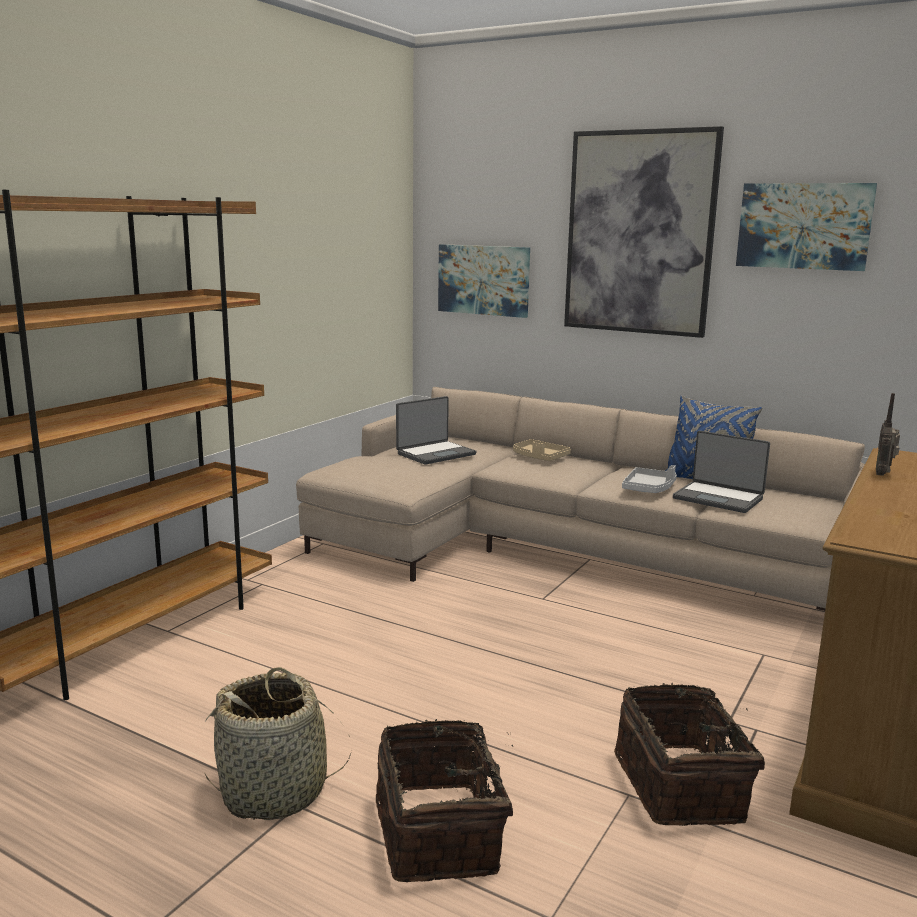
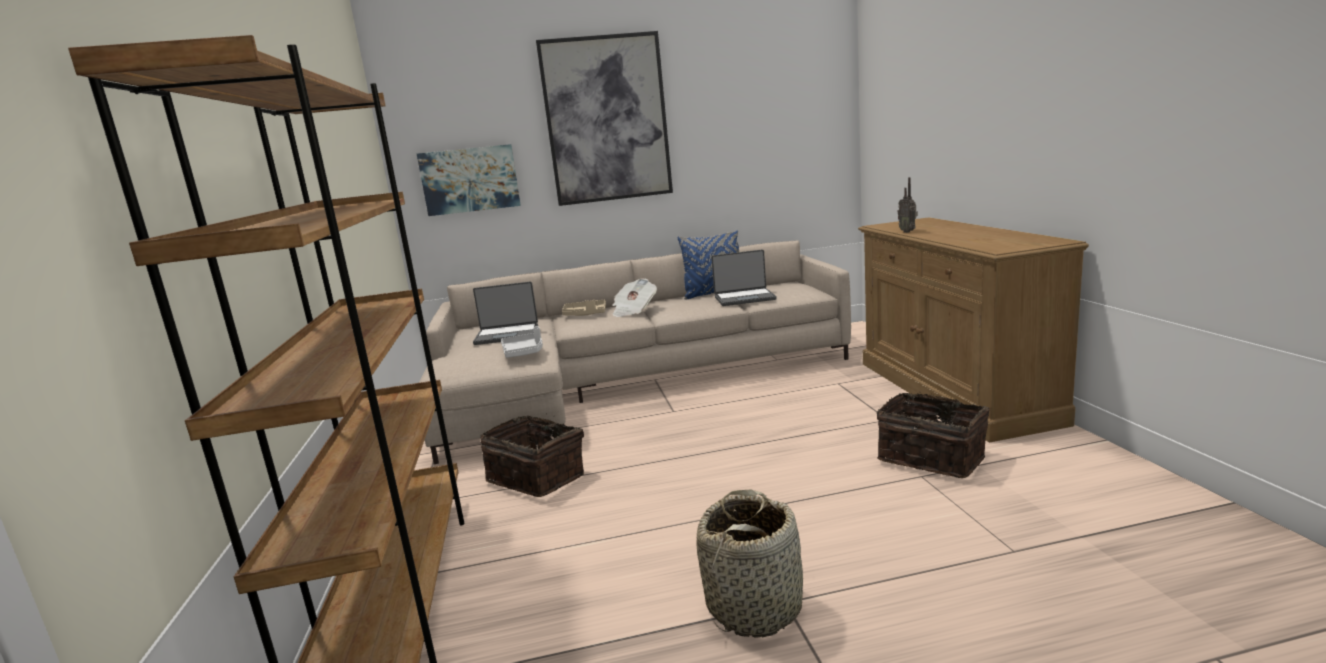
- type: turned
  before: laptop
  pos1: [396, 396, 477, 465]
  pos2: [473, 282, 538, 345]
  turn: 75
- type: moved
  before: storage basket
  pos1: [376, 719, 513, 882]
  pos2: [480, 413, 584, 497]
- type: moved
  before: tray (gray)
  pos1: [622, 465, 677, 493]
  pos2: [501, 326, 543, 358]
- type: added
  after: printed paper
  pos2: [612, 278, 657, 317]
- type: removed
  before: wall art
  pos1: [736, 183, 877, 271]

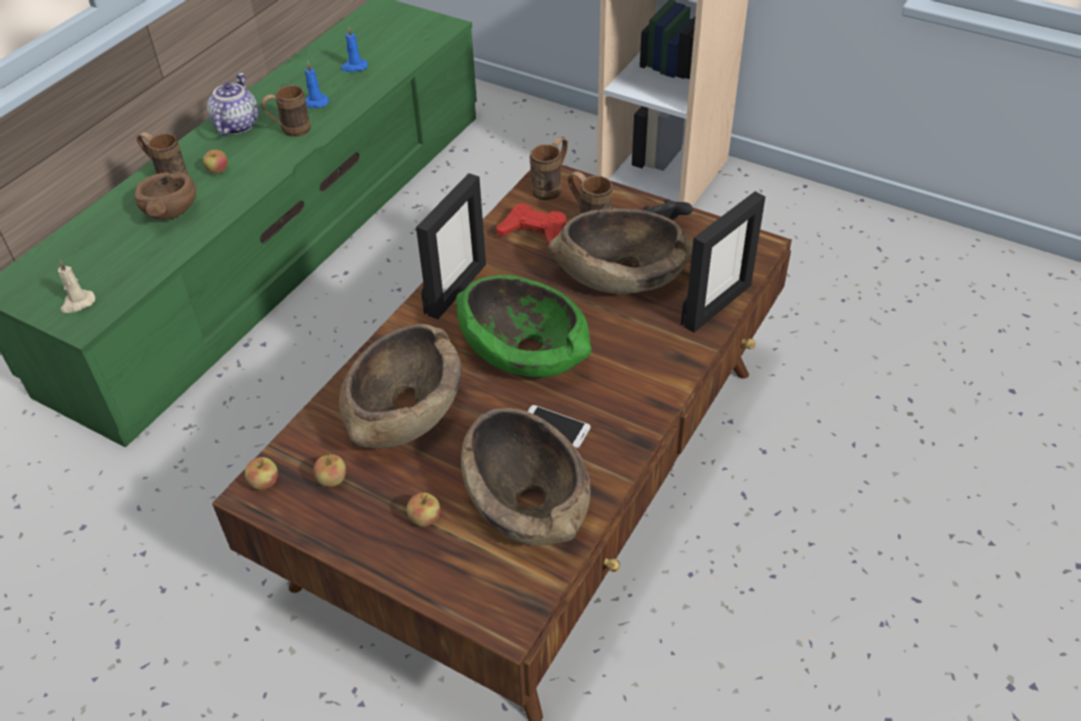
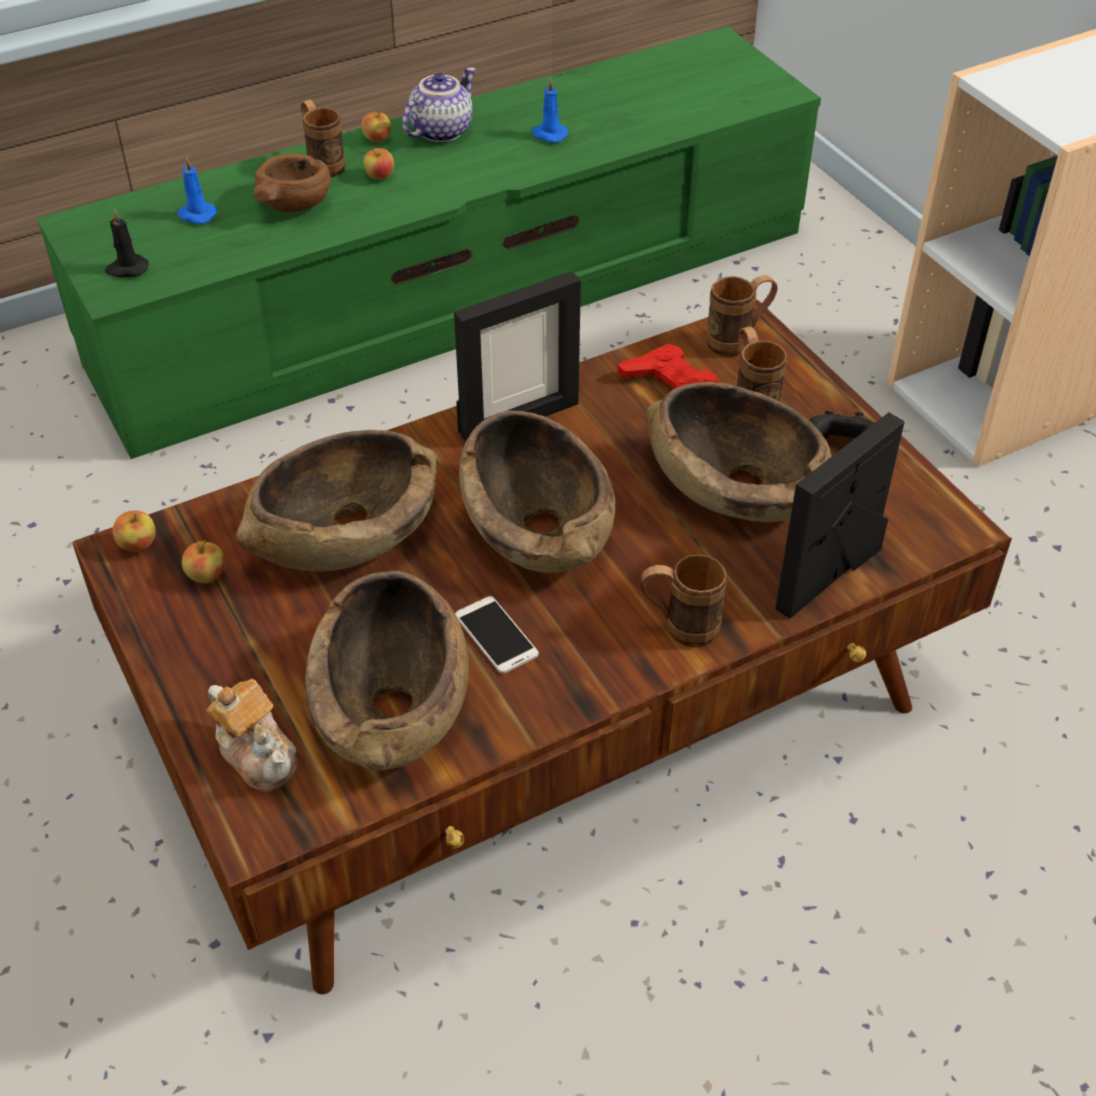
- type: recoloured
  before: candle (beige-coloured)
  after: candle (blackish)
  pos1: [58, 260, 95, 313]
  pos2: [105, 209, 148, 278]
- type: moved
  before: candle (blue)
  pos1: [340, 27, 368, 72]
  pos2: [178, 156, 217, 224]
- type: added
  after: tea pot
  pos2: [206, 679, 297, 792]
- type: moved
  before: apple
  pos1: [407, 492, 440, 527]
  pos2: [362, 109, 391, 142]
- type: recoloured
  before: deep dish (green-coloured)
  after: deep dish (brown)
  pos1: [456, 275, 592, 378]
  pos2: [459, 411, 615, 573]
- type: moved
  before: tea mug (brown)
  pos1: [261, 85, 311, 137]
  pos2: [641, 554, 727, 648]
- type: turned
  before: photo frame
  pos1: [681, 191, 765, 333]
  pos2: [775, 412, 905, 619]
  turn: 150

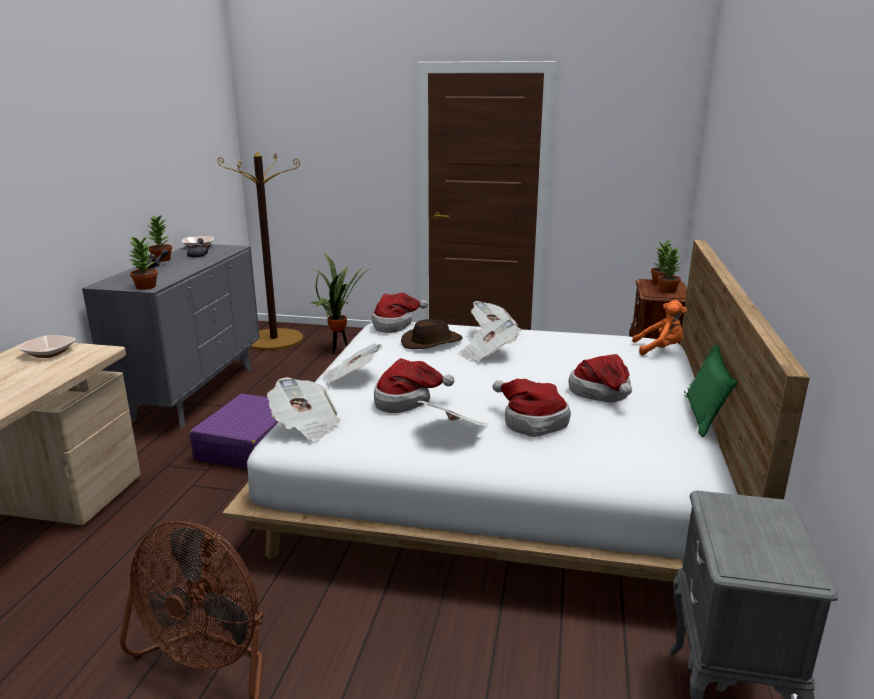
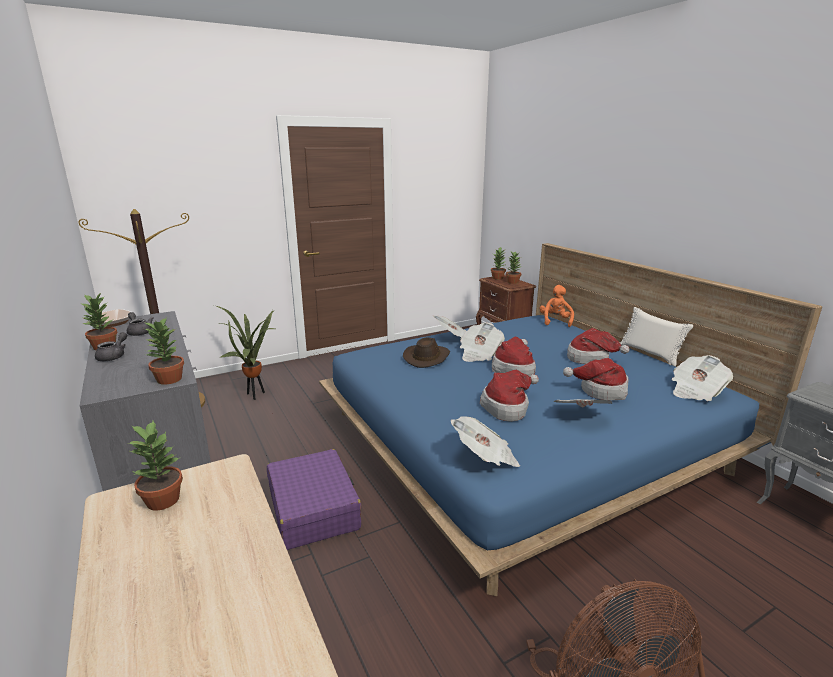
- type: replaced
  before: deep dish
  after: plant in a pot
  pos1: [17, 335, 76, 358]
  pos2: [129, 421, 183, 511]
- type: recoloured
  before: bed (white)
  after: bed (blue)
  pos1: [222, 240, 809, 582]
  pos2: [319, 243, 822, 596]
- type: moved
  before: wearable hat
  pos1: [371, 293, 428, 333]
  pos2: [492, 337, 536, 376]
- type: turned
  before: cuddly toy (orangey)
  pos1: [632, 300, 687, 355]
  pos2: [539, 285, 574, 327]
  turn: -45
- type: recoloured
  before: pillow (green-coloured)
  after: pillow (white)
  pos1: [684, 345, 738, 437]
  pos2: [620, 307, 693, 367]
- type: moved
  before: printed paper
  pos1: [323, 343, 382, 384]
  pos2: [672, 355, 733, 401]

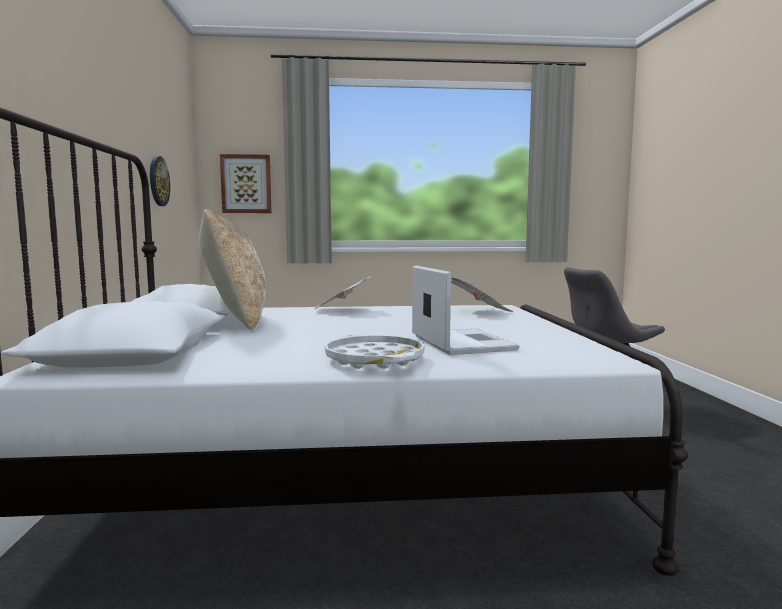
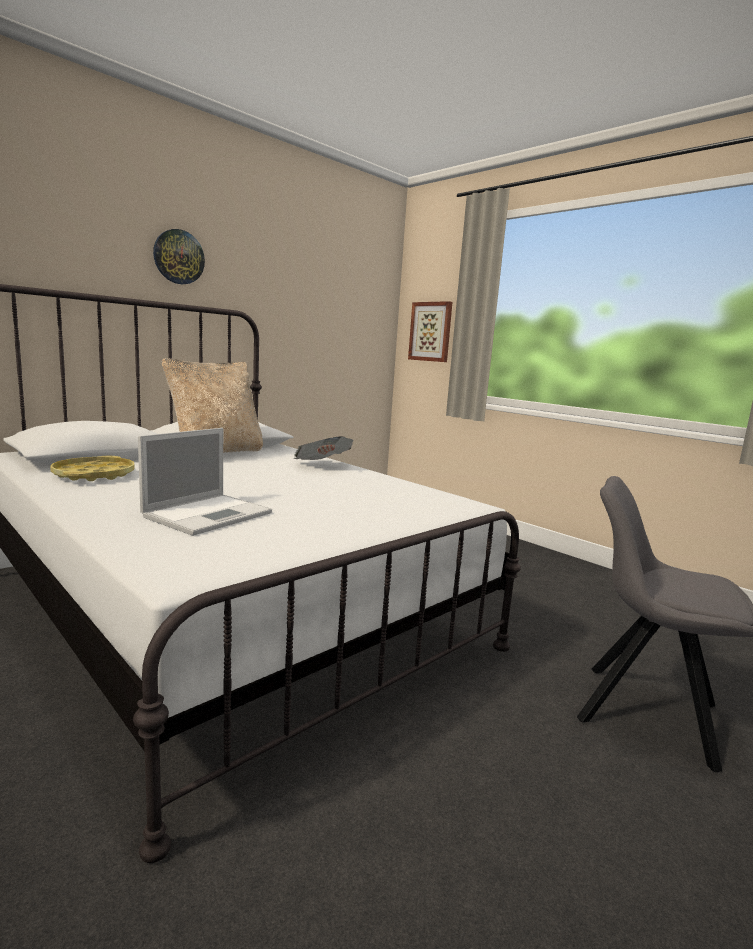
- type: added
  after: tray (yellow-coloured)
  pos2: [50, 456, 134, 481]
- type: moved
  before: clock on the wall
  pos1: [150, 156, 170, 206]
  pos2: [153, 229, 205, 284]
- type: removed
  before: tray (white)
  pos1: [325, 335, 424, 369]
- type: removed
  before: printed paper
  pos1: [451, 278, 513, 312]

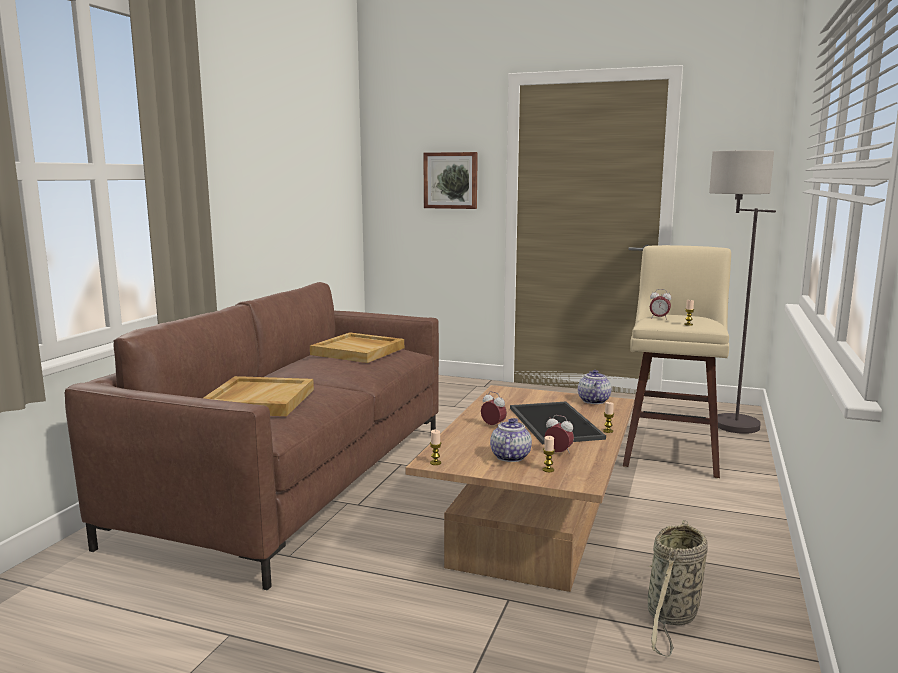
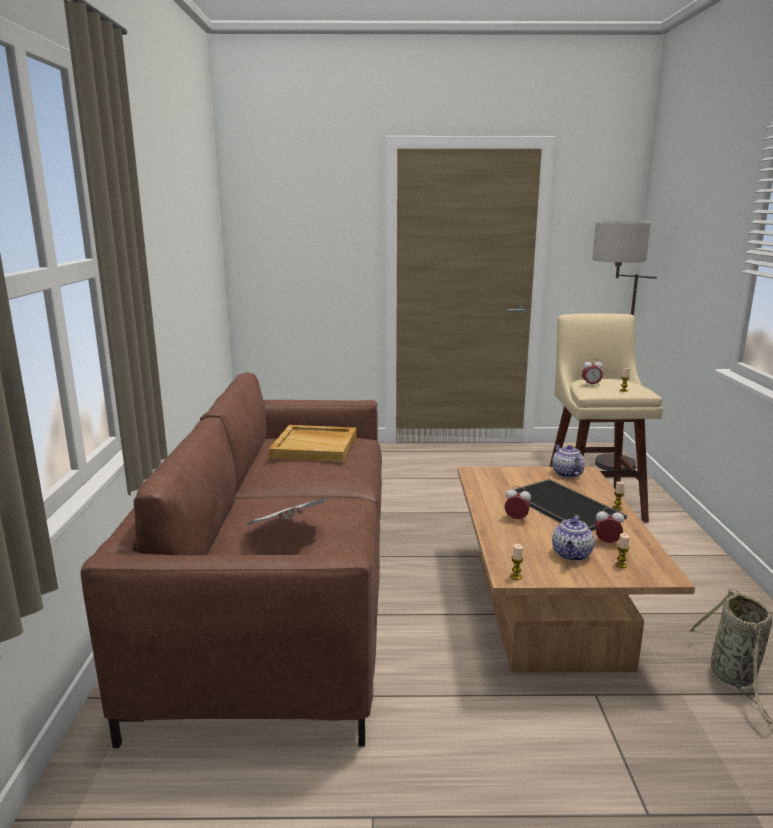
- type: replaced
  before: tray (beige-coloured)
  after: printed paper
  pos1: [203, 376, 314, 416]
  pos2: [246, 498, 328, 526]
- type: turned
  before: tea pot
  pos1: [490, 418, 532, 462]
  pos2: [552, 515, 594, 561]
  turn: -150
- type: removed
  before: wall art
  pos1: [423, 152, 478, 209]

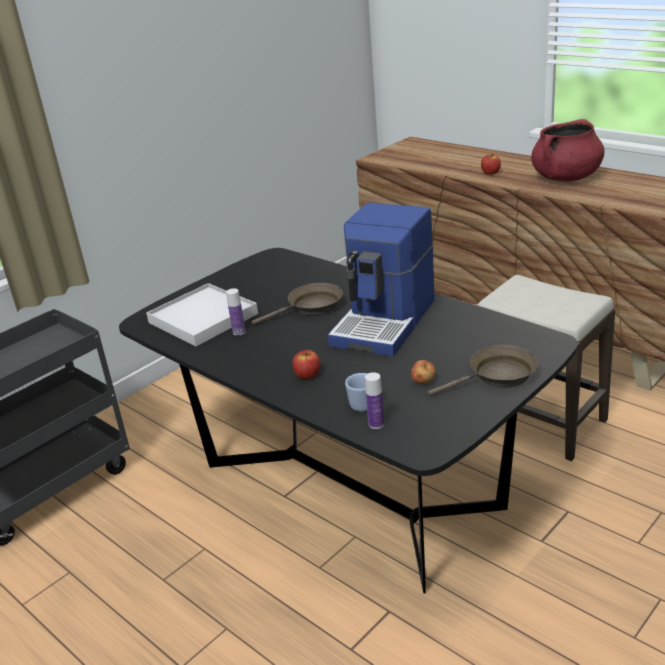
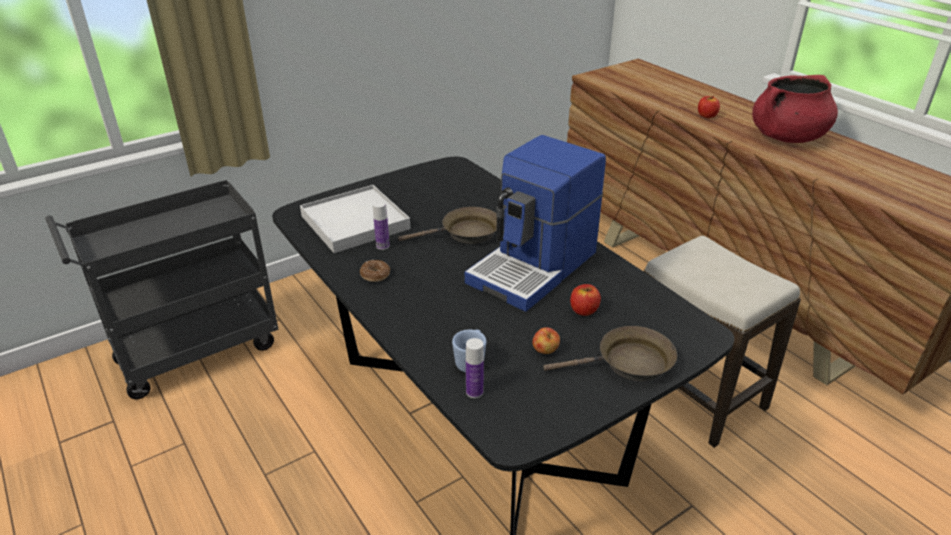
- type: added
  after: donut
  pos2: [360, 260, 390, 282]
- type: moved
  before: apple
  pos1: [293, 350, 320, 379]
  pos2: [570, 284, 601, 316]

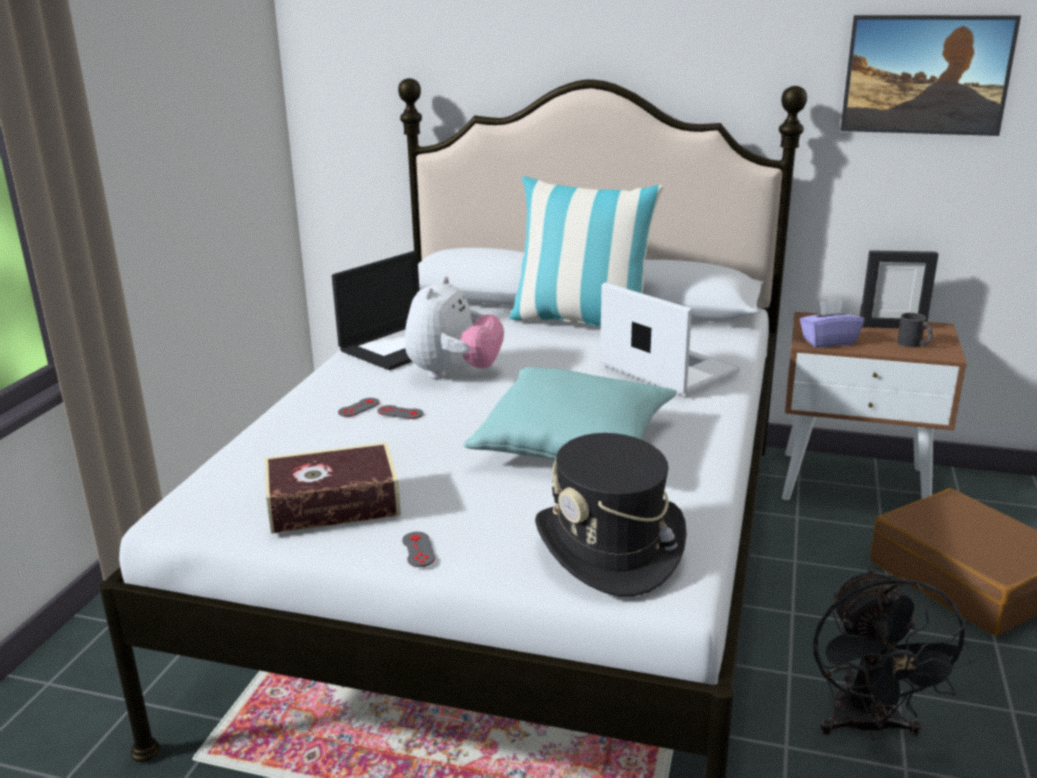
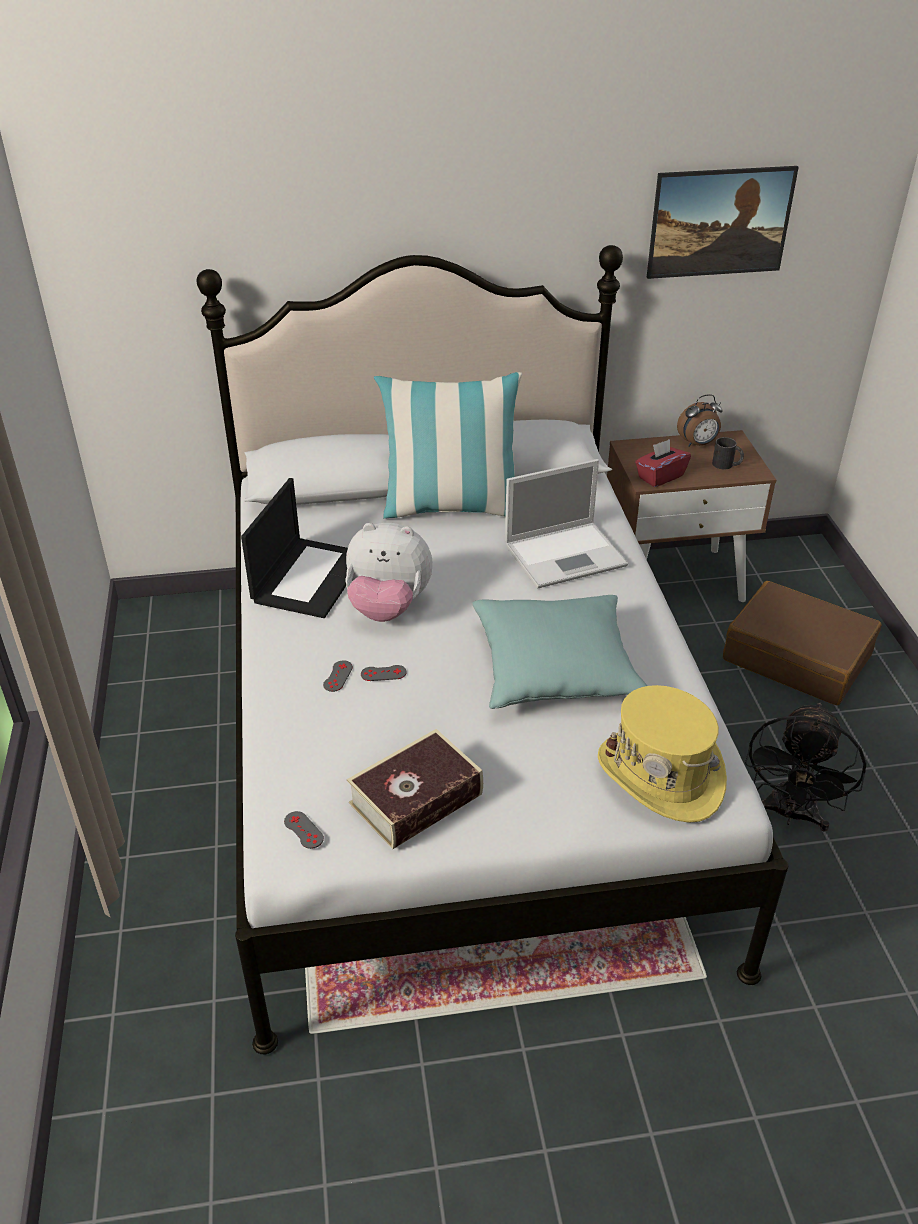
- type: moved
  before: gamepad (gray)
  pos1: [402, 532, 435, 567]
  pos2: [284, 811, 324, 849]
- type: turned
  before: cuddly toy
  pos1: [405, 276, 504, 379]
  pos2: [345, 523, 433, 622]
  turn: 105
- type: turned
  before: laptop
  pos1: [600, 282, 740, 396]
  pos2: [505, 459, 628, 589]
  turn: 135
- type: recoloured
  before: wearable hat (blackish)
  after: wearable hat (yellow-coloured)
  pos1: [535, 433, 687, 597]
  pos2: [598, 685, 727, 823]
- type: recoloured
  before: tissue holder (purple-coloured)
  after: tissue holder (red-coloured)
  pos1: [800, 300, 864, 347]
  pos2: [635, 439, 691, 487]
- type: replaced
  before: photo frame
  after: bedside clock
  pos1: [860, 250, 939, 329]
  pos2: [677, 394, 722, 447]
- type: turned
  before: electric fan (blackish)
  pos1: [813, 568, 976, 741]
  pos2: [745, 702, 866, 832]
  turn: 45

